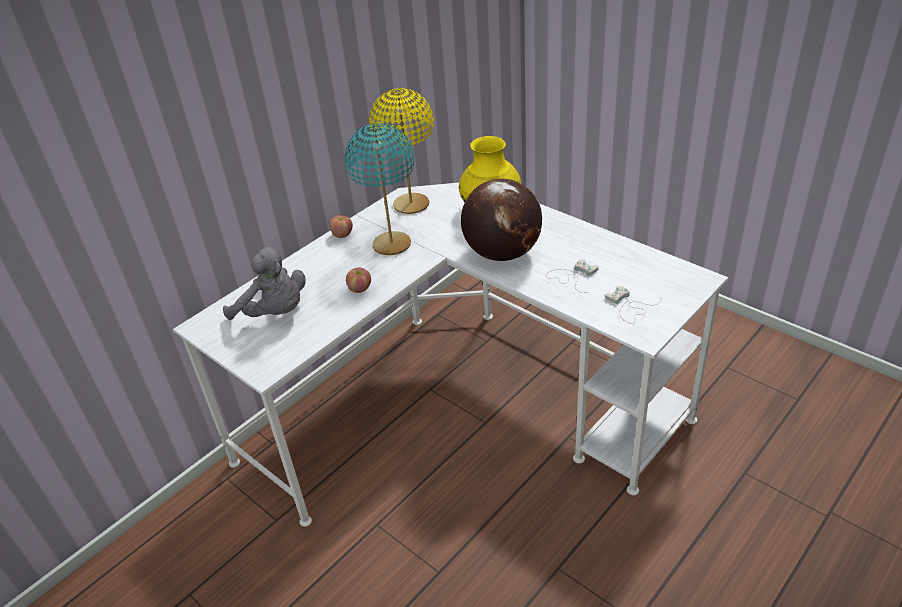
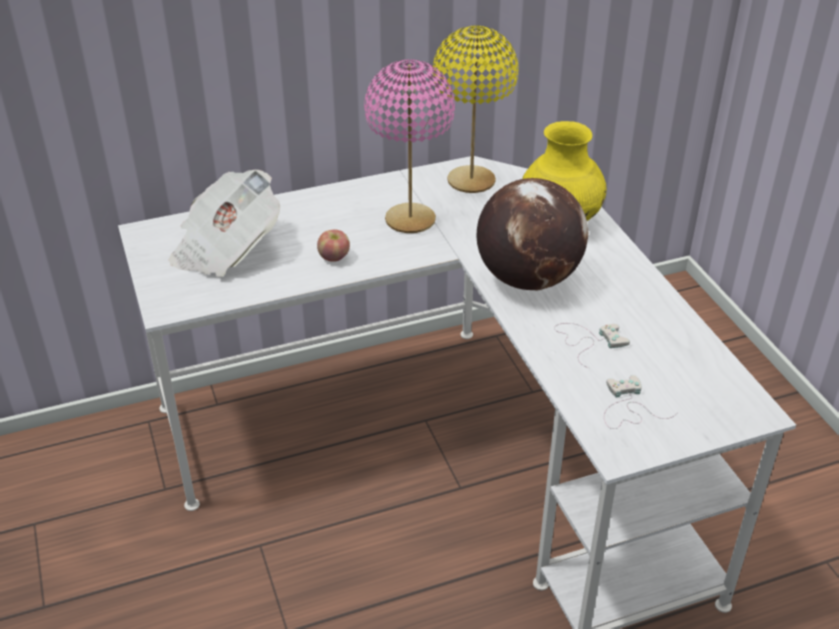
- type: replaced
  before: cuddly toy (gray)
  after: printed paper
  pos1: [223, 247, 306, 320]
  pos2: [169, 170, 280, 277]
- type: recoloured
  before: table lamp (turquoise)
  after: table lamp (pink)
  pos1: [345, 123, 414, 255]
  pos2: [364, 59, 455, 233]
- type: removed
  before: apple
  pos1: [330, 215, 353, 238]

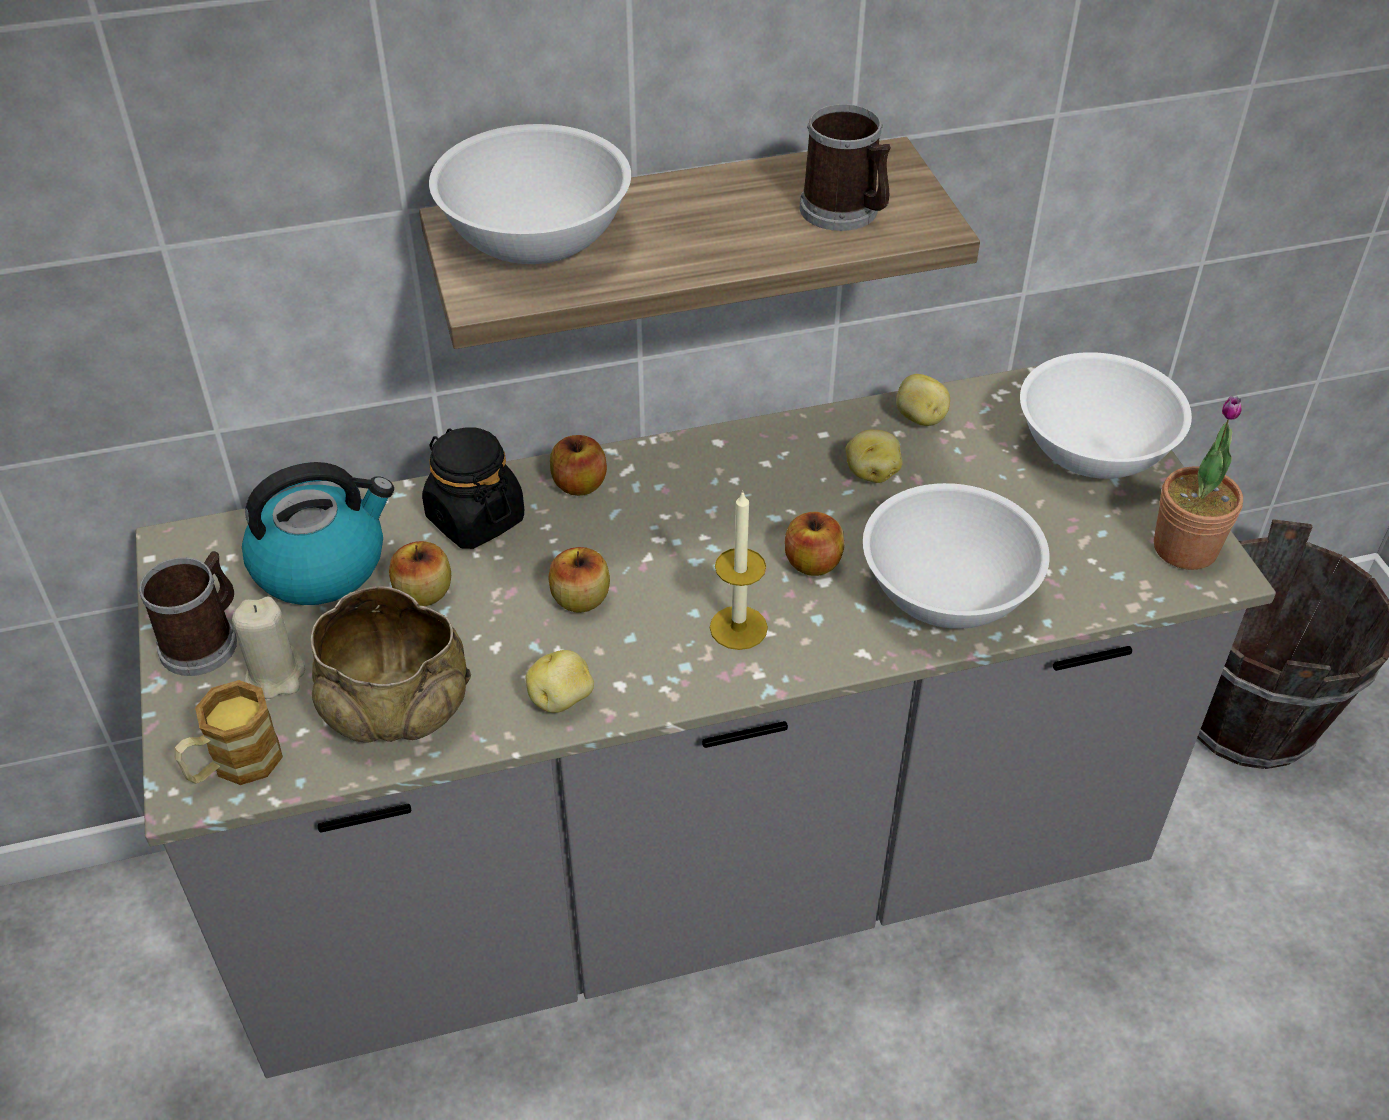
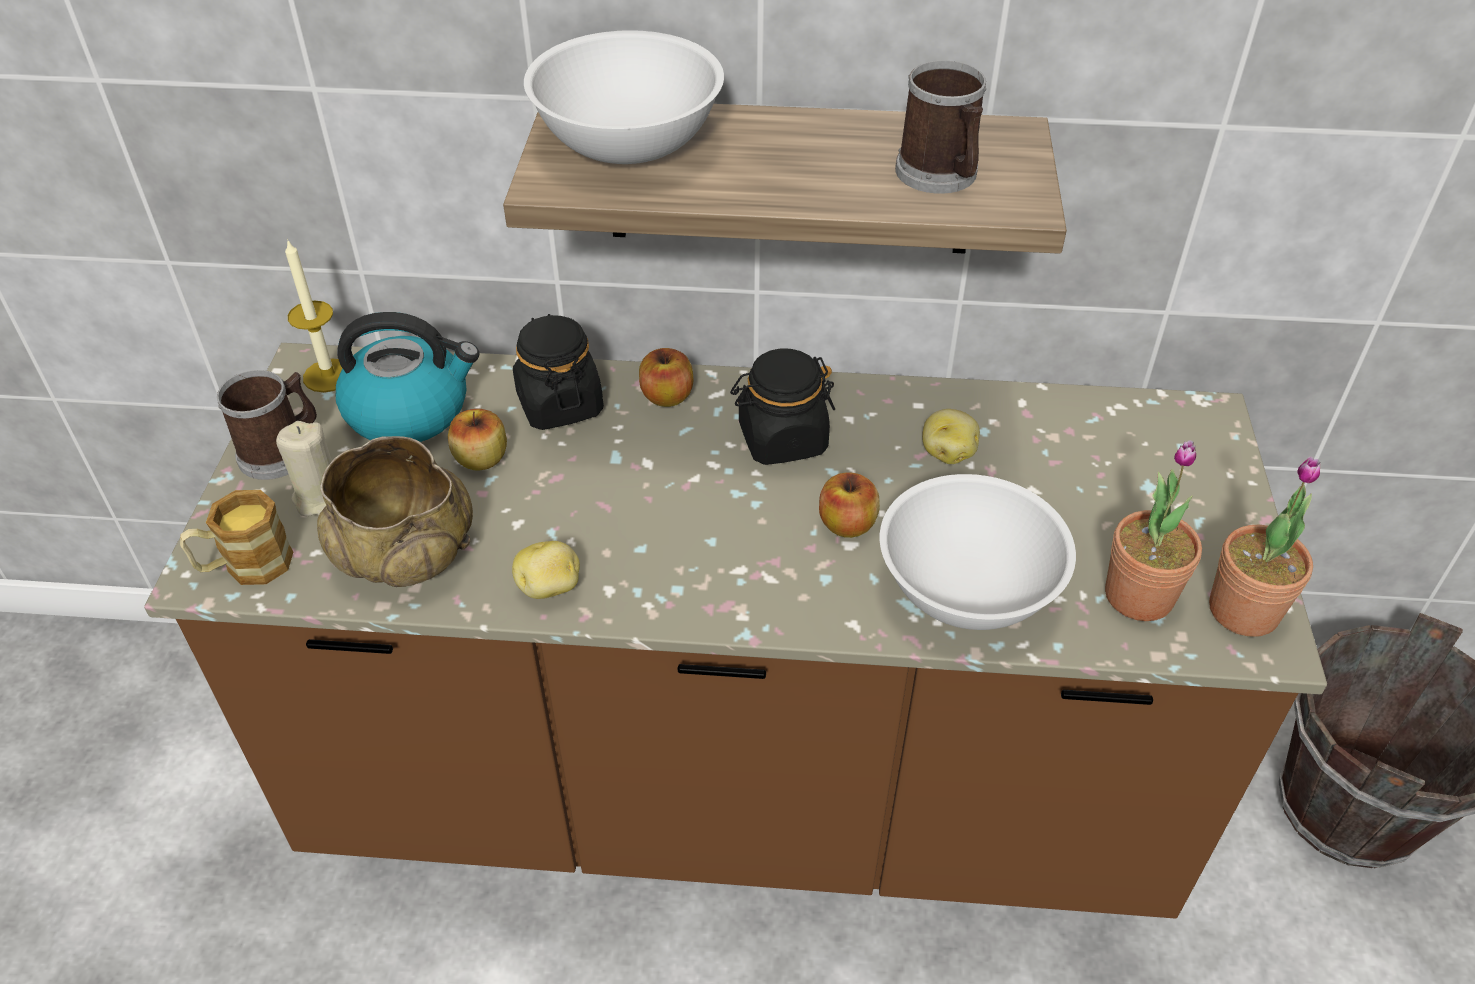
- type: recoloured
  before: kitchen counter (gray)
  after: kitchen counter (brown)
  pos1: [136, 366, 1276, 1078]
  pos2: [144, 343, 1327, 919]
- type: moved
  before: candle
  pos1: [710, 490, 768, 650]
  pos2: [285, 239, 343, 392]
- type: added
  after: preserve jar (blackish)
  pos2: [730, 348, 835, 465]
- type: added
  after: plant in a pot
  pos2: [1105, 440, 1202, 621]
- type: removed
  before: apple
  pos1: [549, 547, 610, 613]
- type: removed
  before: whole potato
  pos1: [896, 374, 950, 426]
- type: removed
  before: deep dish (white)
  pos1: [1020, 352, 1192, 479]

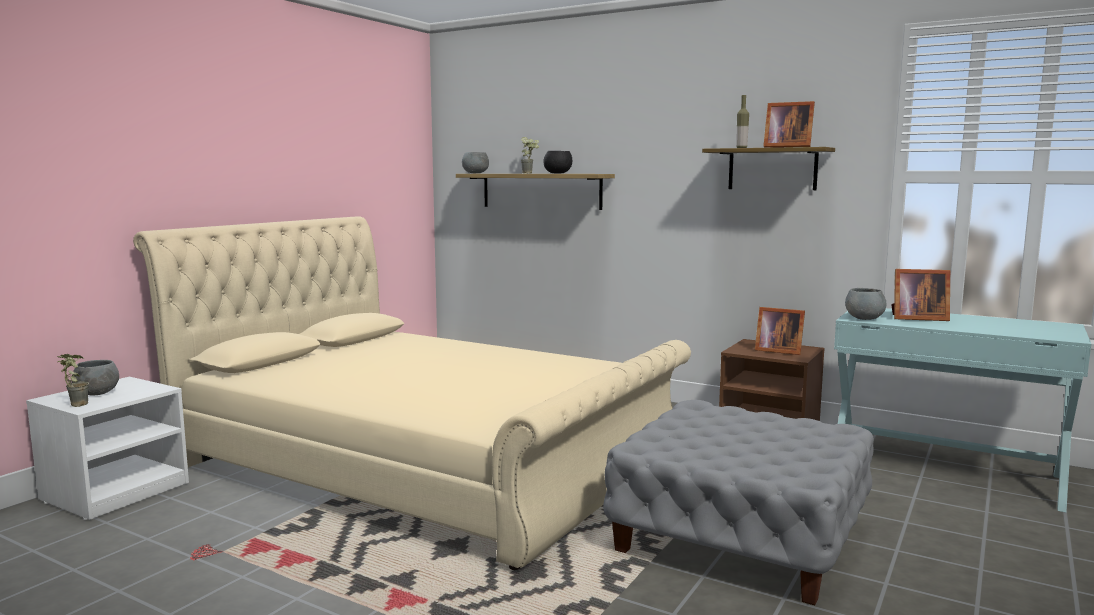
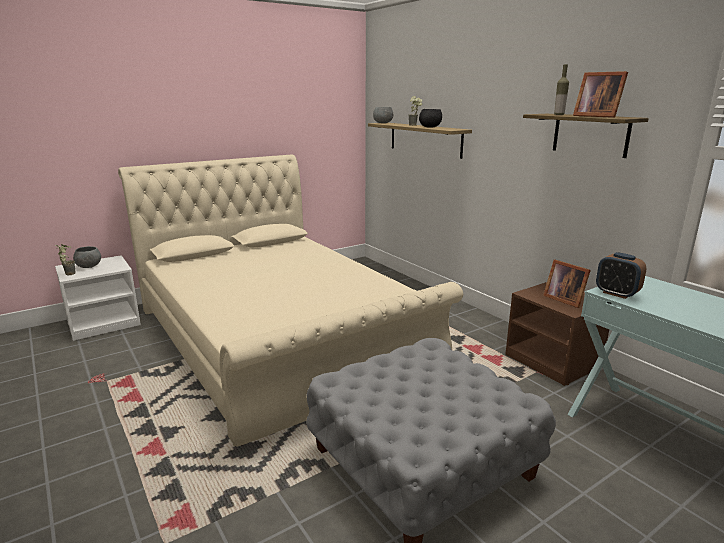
- type: replaced
  before: deep dish (gray)
  after: bedside clock
  pos1: [845, 288, 886, 320]
  pos2: [596, 252, 646, 299]
- type: removed
  before: photo frame
  pos1: [891, 269, 950, 321]

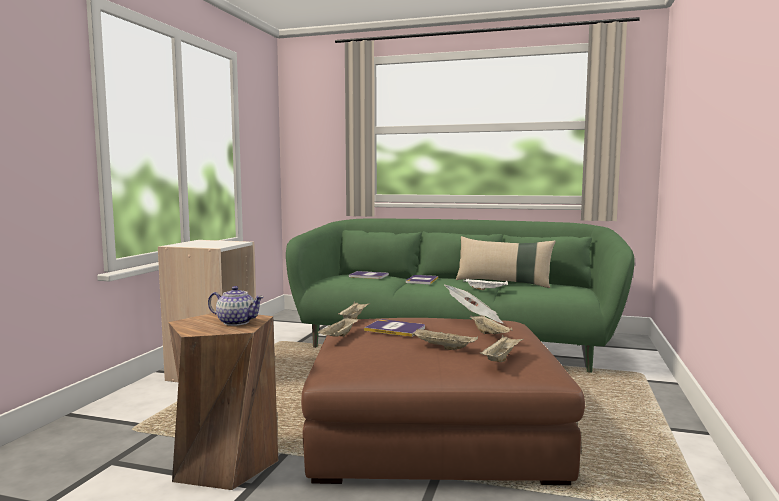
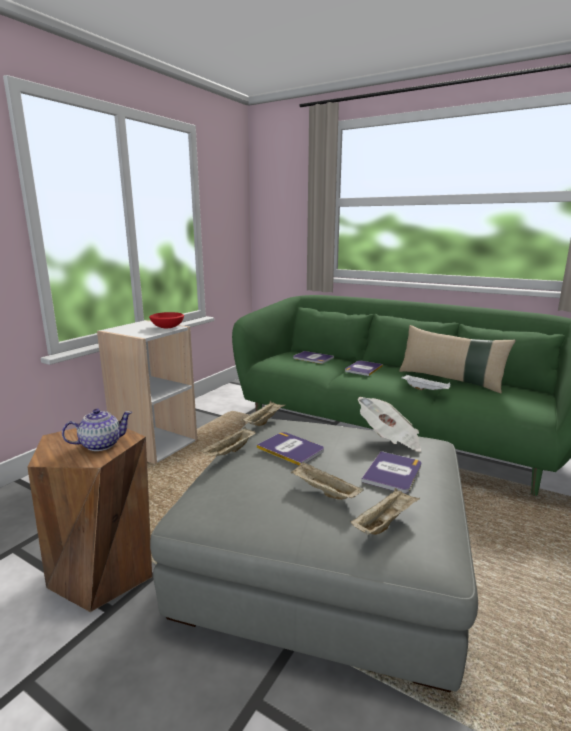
- type: turned
  before: tea pot
  pos1: [208, 286, 264, 326]
  pos2: [62, 409, 132, 451]
  turn: -60
- type: added
  after: deep dish (red-coloured)
  pos2: [149, 312, 184, 328]
- type: recoloured
  before: footrest (brown)
  after: footrest (gray)
  pos1: [301, 318, 585, 485]
  pos2: [150, 419, 478, 693]
- type: replaced
  before: tray (beige-coloured)
  after: bound book
  pos1: [470, 315, 512, 334]
  pos2: [361, 451, 421, 493]

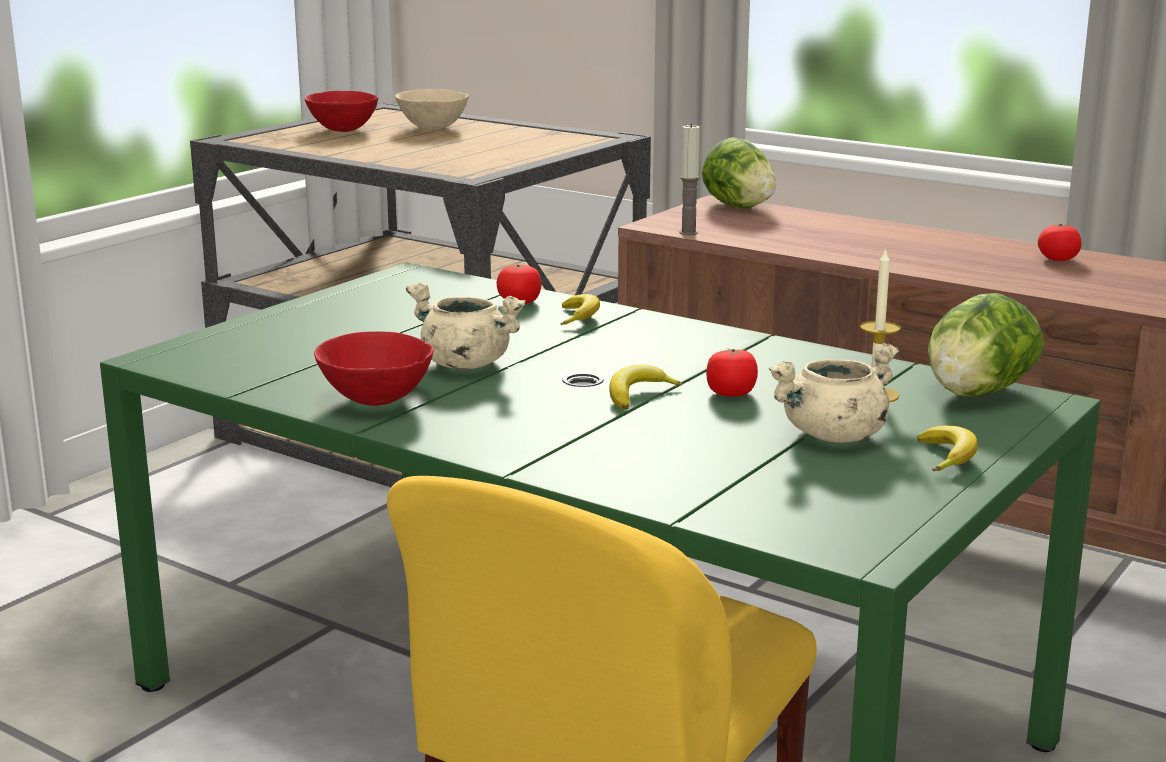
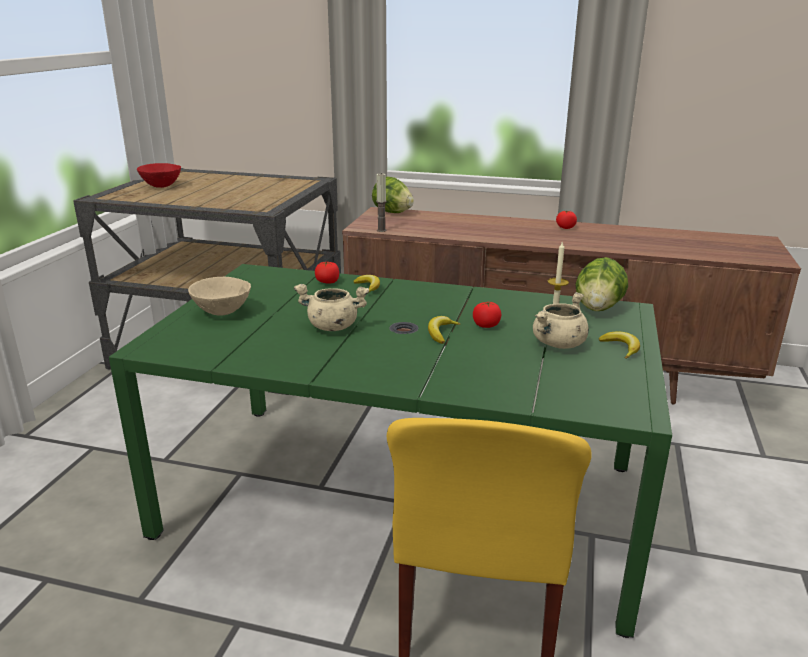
- type: moved
  before: deep dish (beige-coloured)
  pos1: [395, 89, 469, 130]
  pos2: [188, 277, 251, 316]
- type: removed
  before: deep dish (red-coloured)
  pos1: [314, 331, 434, 406]

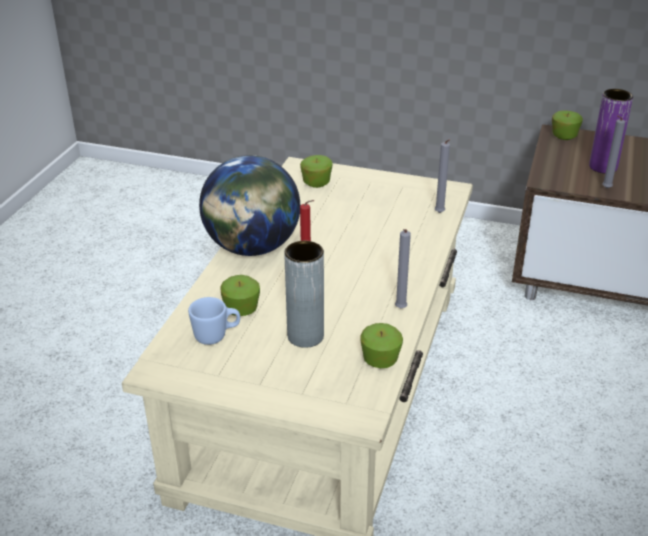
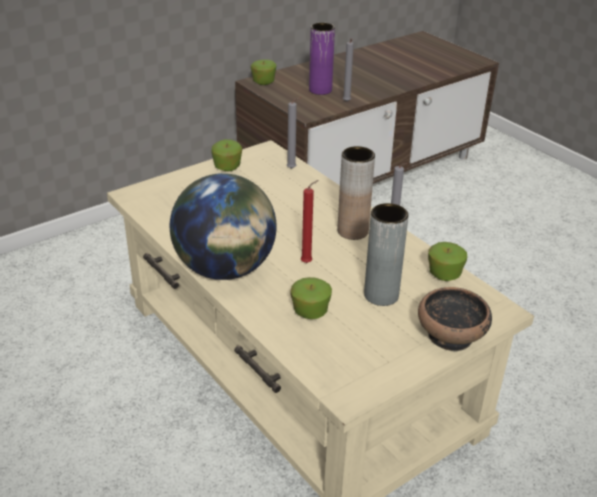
- type: moved
  before: apple
  pos1: [300, 155, 333, 188]
  pos2: [212, 139, 242, 171]
- type: added
  after: vase (brown)
  pos2: [338, 146, 375, 240]
- type: added
  after: deep dish
  pos2: [418, 287, 492, 352]
- type: removed
  before: tea mug (blue)
  pos1: [188, 297, 240, 345]

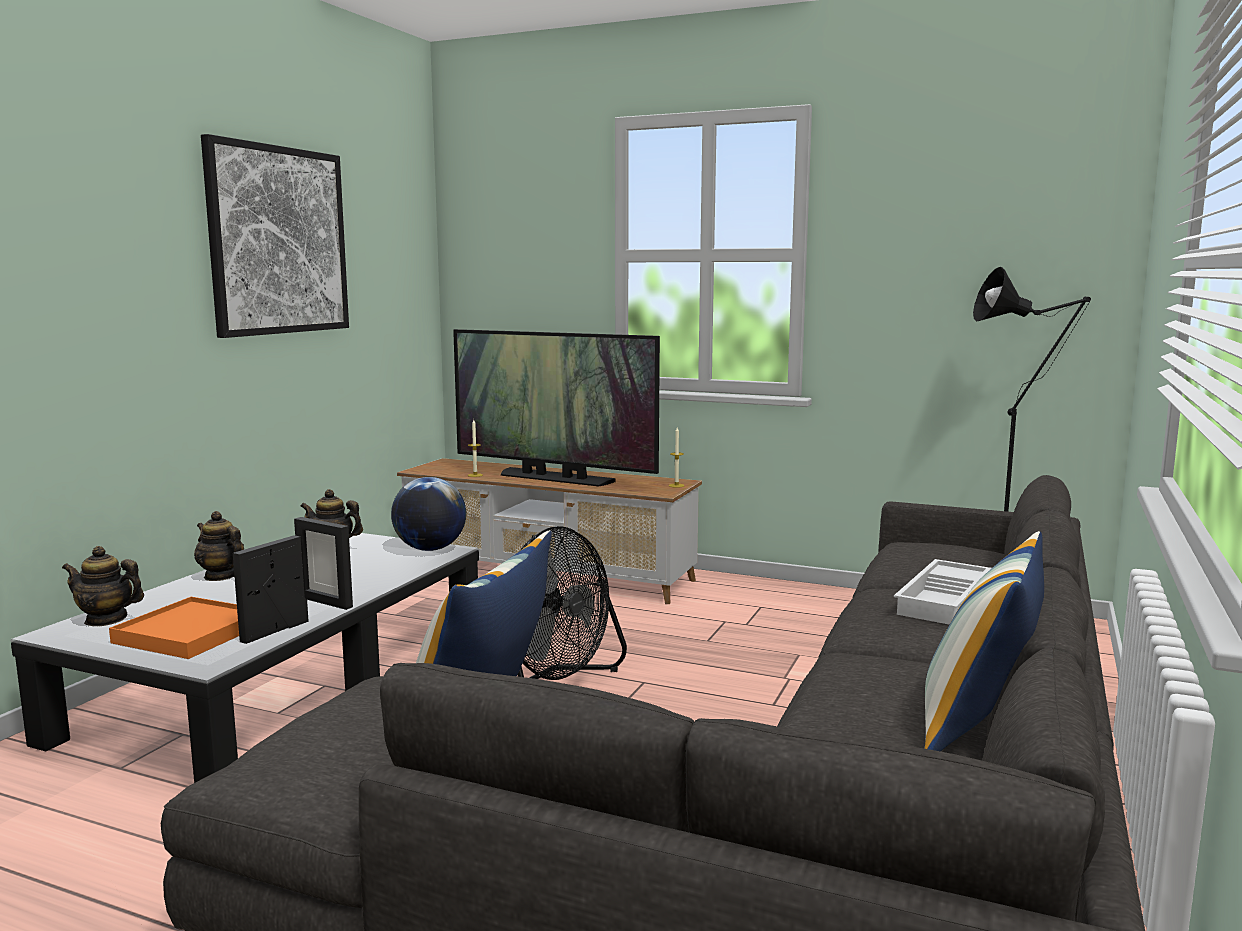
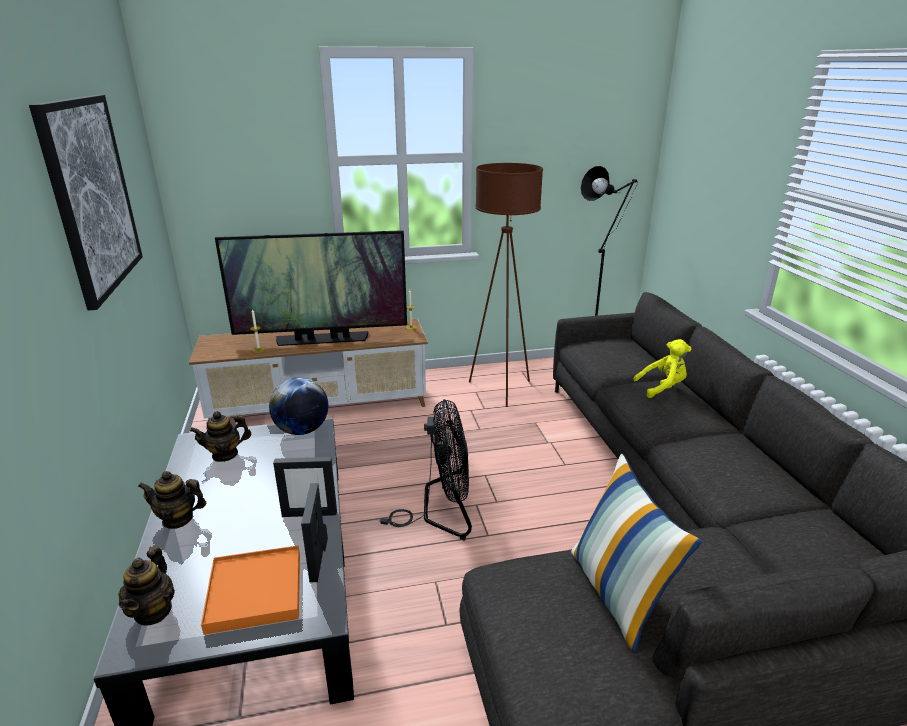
- type: turned
  before: tea pot
  pos1: [62, 546, 144, 626]
  pos2: [118, 547, 175, 626]
  turn: -60
- type: added
  after: floor lamp (brown)
  pos2: [469, 163, 543, 407]
- type: replaced
  before: tray (white)
  after: cuddly toy (yellow-coloured)
  pos1: [894, 559, 992, 624]
  pos2: [633, 339, 692, 398]
- type: removed
  before: pillow
  pos1: [925, 531, 1044, 752]

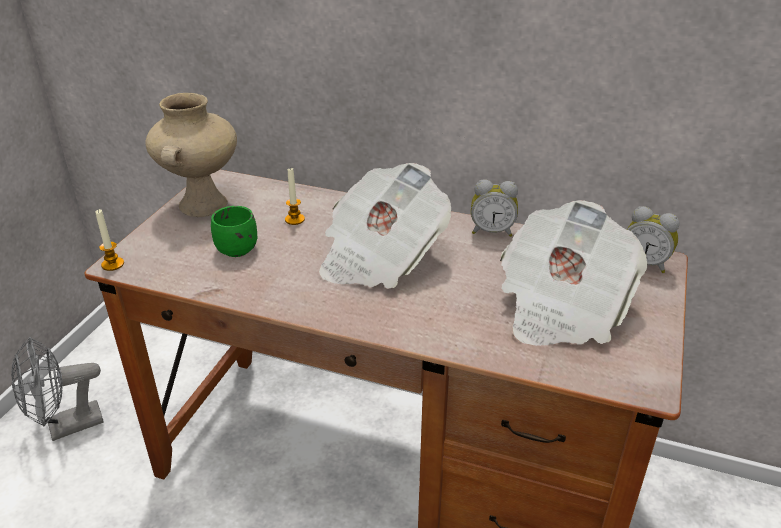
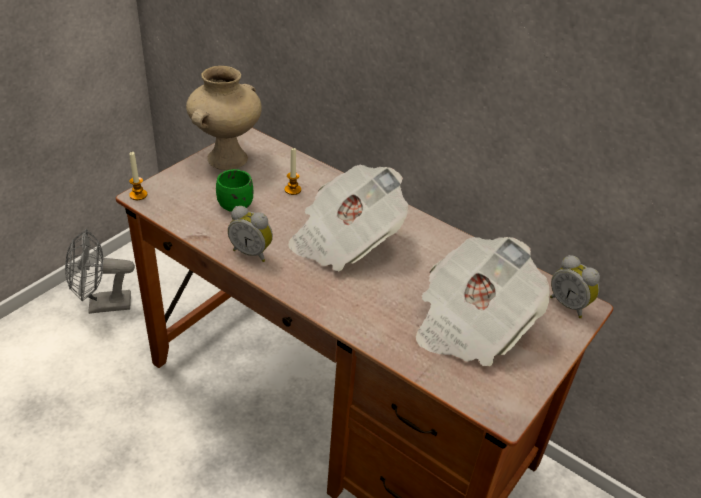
- type: moved
  before: bedside clock
  pos1: [471, 179, 518, 237]
  pos2: [228, 206, 273, 262]

